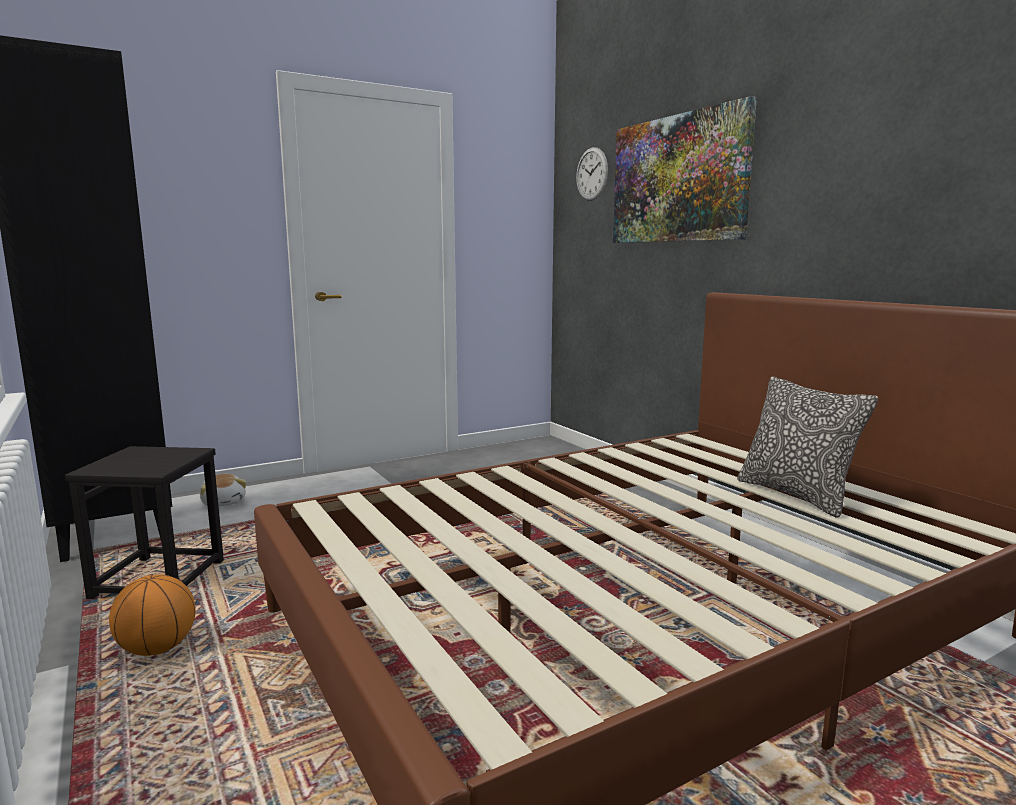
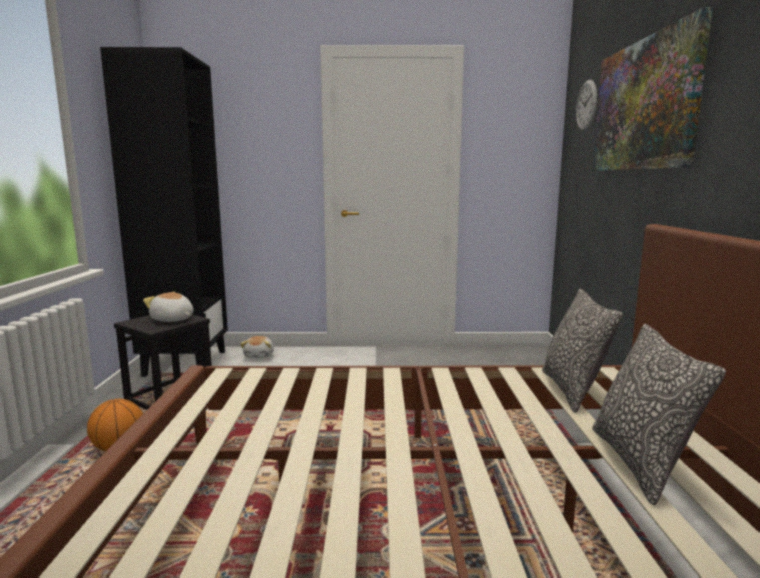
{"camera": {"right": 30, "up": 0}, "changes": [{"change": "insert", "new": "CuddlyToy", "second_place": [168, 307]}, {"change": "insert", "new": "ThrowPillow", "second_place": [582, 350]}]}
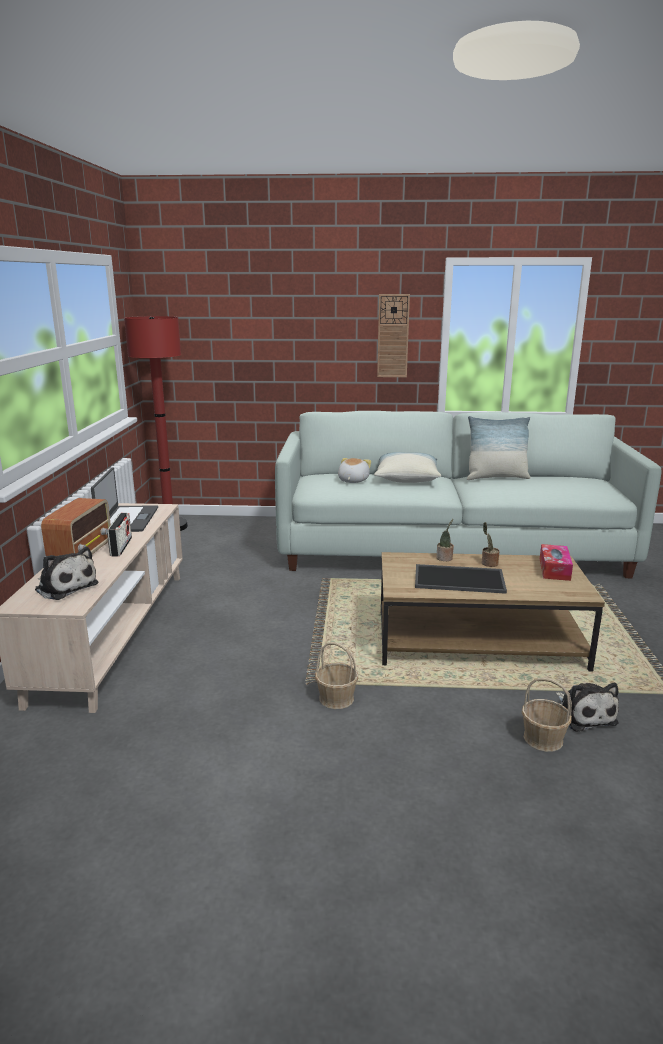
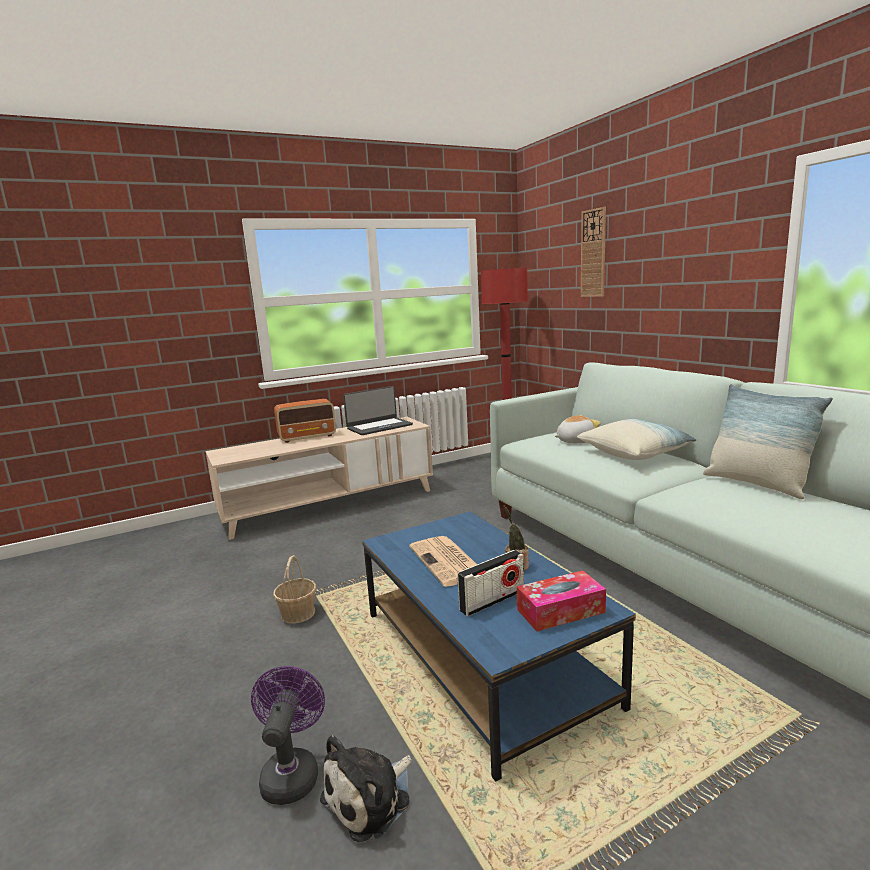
{"camera": {"right": 60, "up": -5}, "changes": [{"change": "delete", "old": "CuddlyToy", "first_place": [67, 573]}, {"change": "move", "old": "Radio", "first_place": [119, 534], "second_place": [490, 583]}, {"change": "move", "old": "HangingClock", "first_place": [393, 335], "second_place": [593, 252]}, {"change": "recolor", "old": "BrownishLowTable", "new": "BlueColouredLowTable", "first_place": [493, 611], "second_place": [499, 647]}, {"change": "replace", "old": "ServingTray", "new": "PrintedPaper", "first_place": [461, 579], "second_place": [443, 561]}, {"change": "delete", "old": "Houseplant", "first_place": [445, 540]}, {"change": "replace", "old": "Basket", "new": "PurplishCoolingFan", "first_place": [547, 714], "second_place": [288, 735]}]}
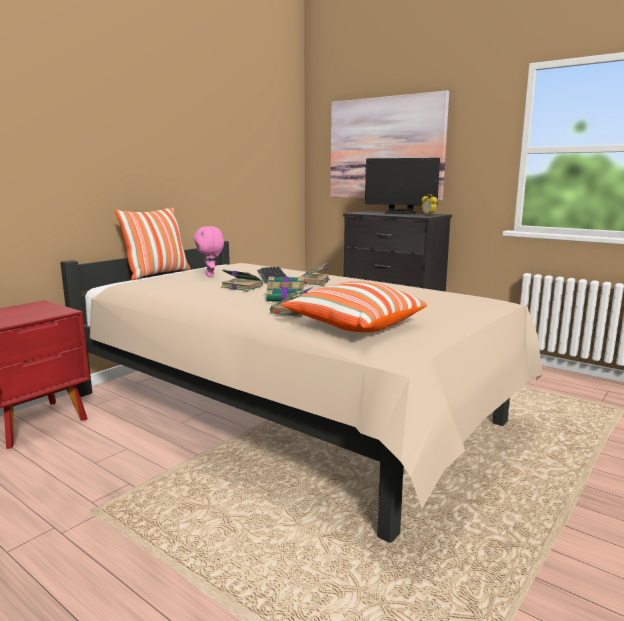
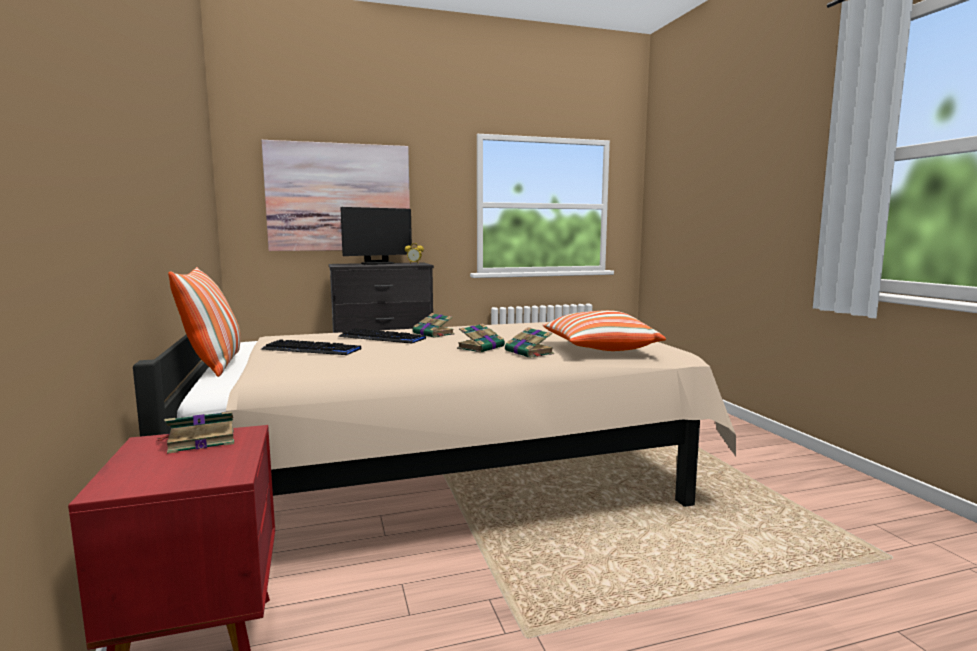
{"camera": {"right": -55, "up": -5}, "changes": [{"change": "replace", "old": "PinkishCuddlyToy", "new": "ComputerKeyboard", "first_place": [209, 251], "second_place": [311, 347]}, {"change": "move", "old": "Volume", "first_place": [242, 280], "second_place": [195, 432]}]}
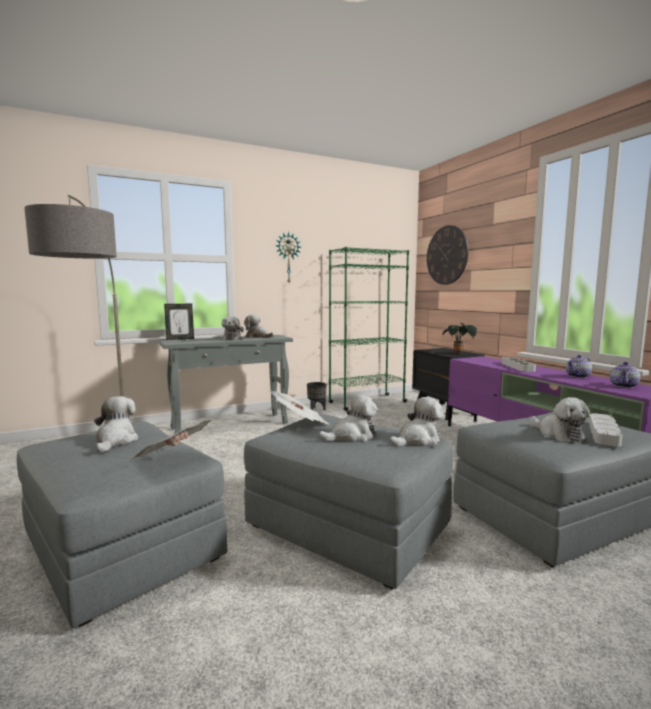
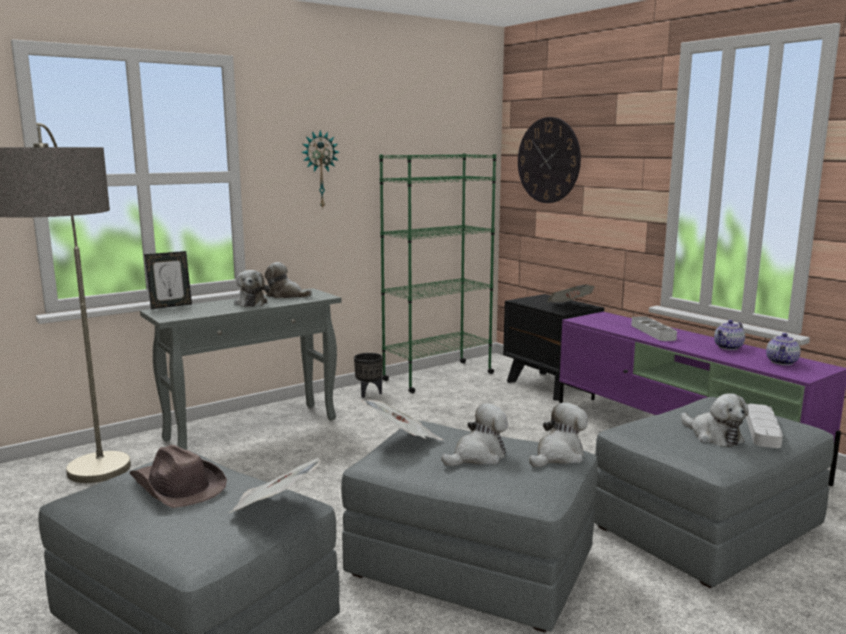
{"camera": {"right": -10, "up": 5}, "changes": [{"change": "replace", "old": "CuddlyToy", "new": "BrownishWearableHat", "first_place": [116, 424], "second_place": [178, 476]}, {"change": "replace", "old": "Houseplant", "new": "PrintedPaper", "first_place": [460, 338], "second_place": [571, 293]}]}
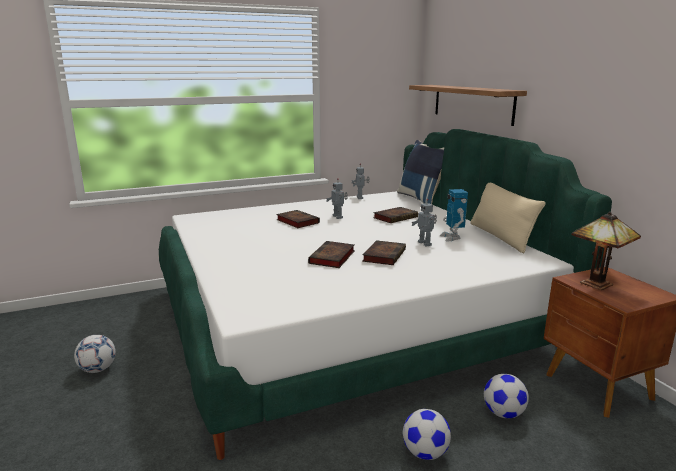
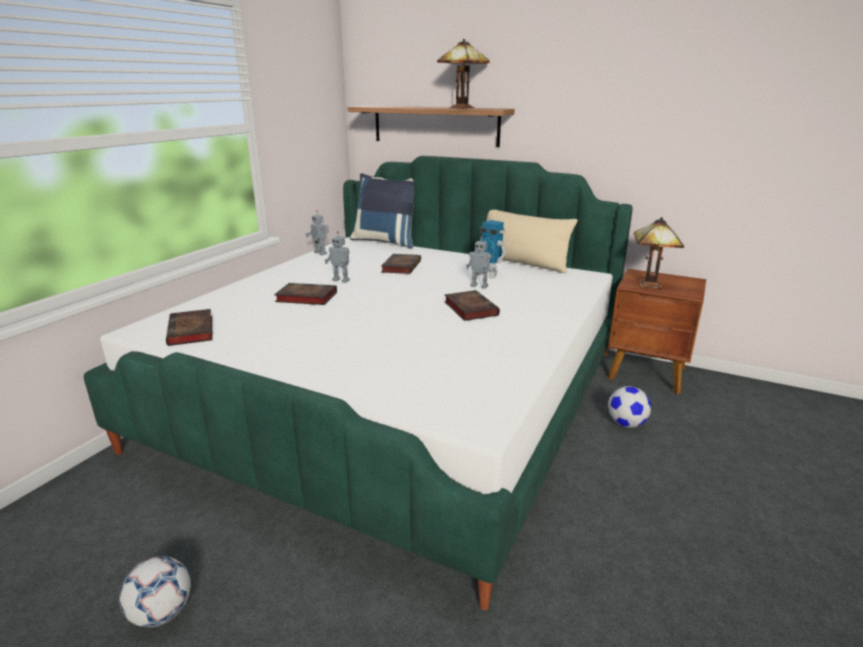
{"camera": {"right": -40, "up": 5}, "changes": [{"change": "move", "old": "Volume", "first_place": [331, 254], "second_place": [189, 327]}, {"change": "delete", "old": "Football", "first_place": [427, 434]}, {"change": "insert", "new": "LampForATable", "second_place": [463, 74]}]}
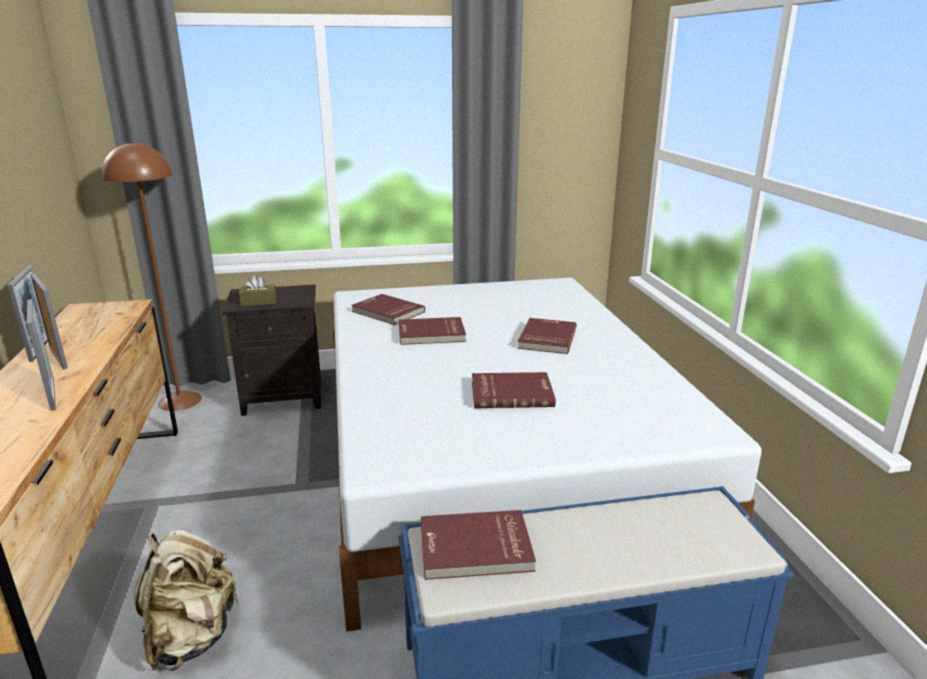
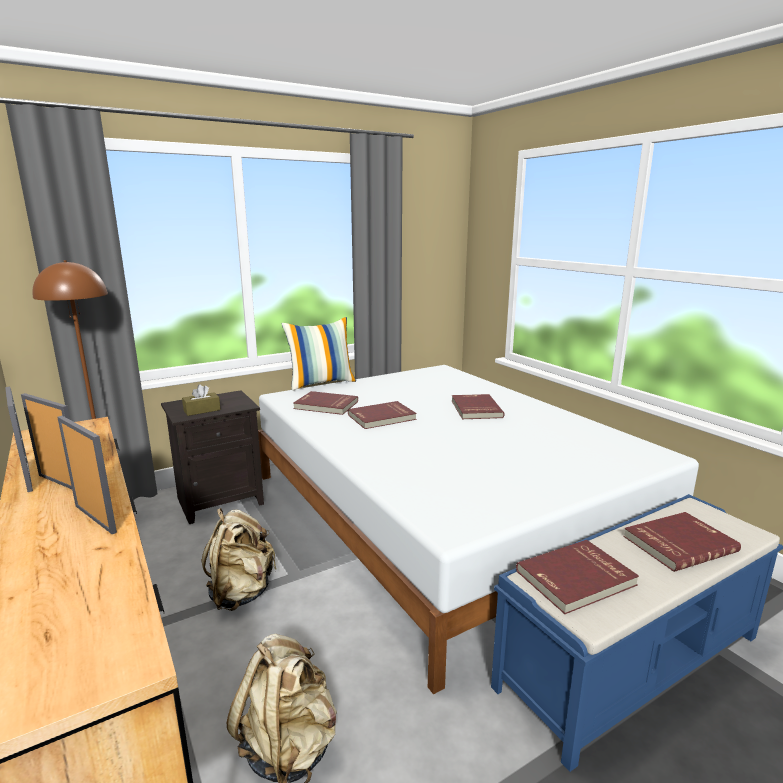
{"camera": {"right": -20, "up": -5}, "changes": [{"change": "move", "old": "RedColouredVolume", "first_place": [514, 390], "second_place": [682, 542]}, {"change": "insert", "new": "BeigeBackpack", "second_place": [239, 559]}, {"change": "insert", "new": "ThrowPillow", "second_place": [318, 354]}]}
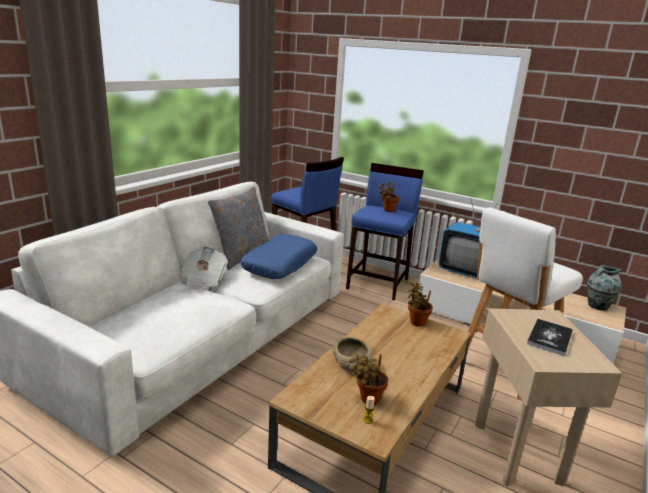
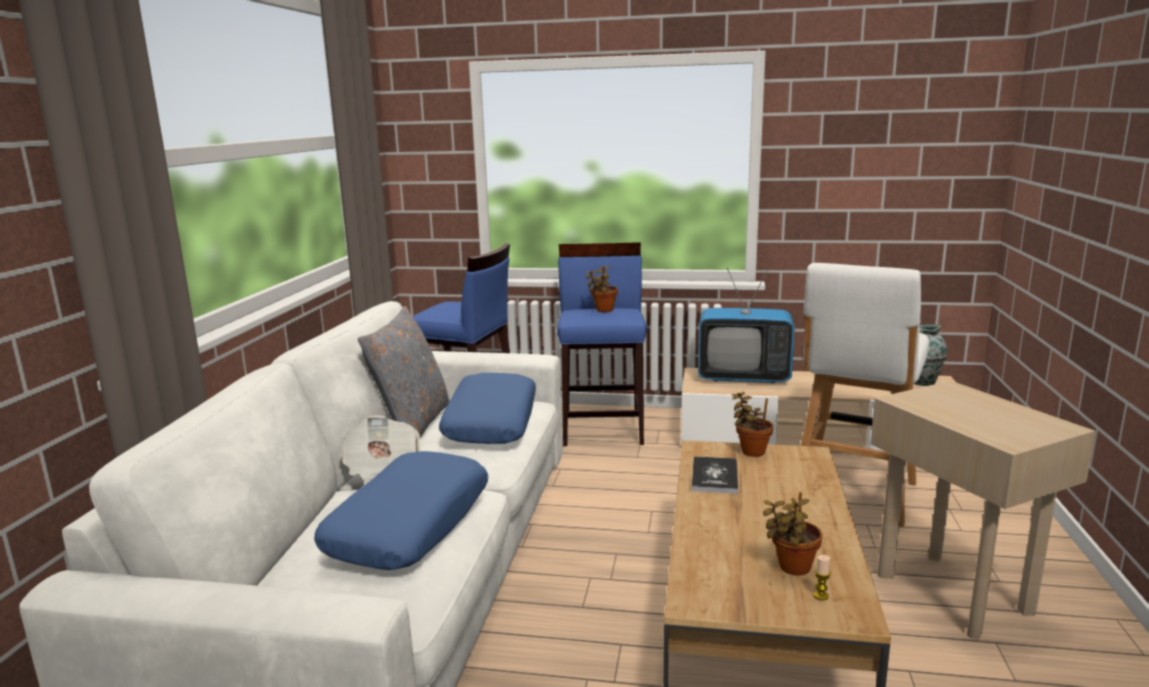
{"camera": {"right": -20, "up": -5}, "changes": [{"change": "delete", "old": "BeigeBowl", "first_place": [352, 354]}, {"change": "move", "old": "Volume", "first_place": [550, 337], "second_place": [715, 475]}, {"change": "insert", "new": "BlueColouredThrowPillow", "second_place": [401, 510]}]}
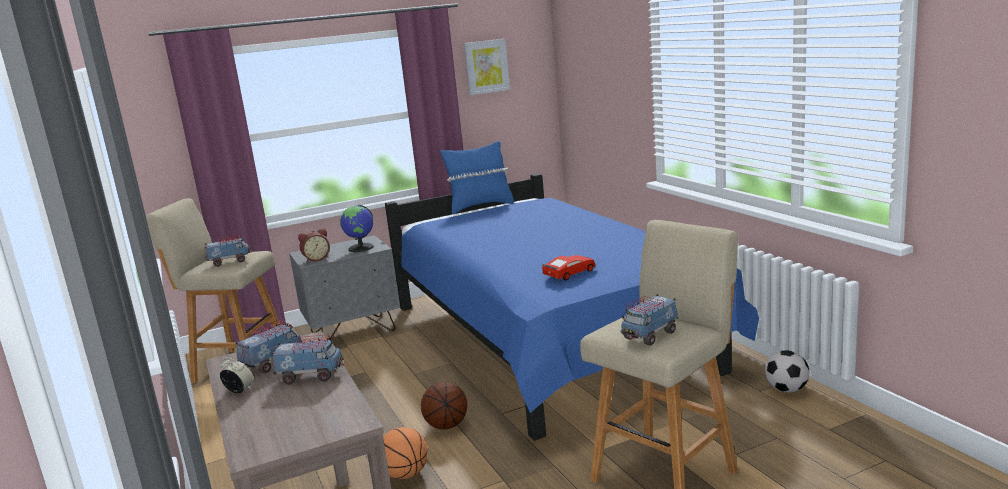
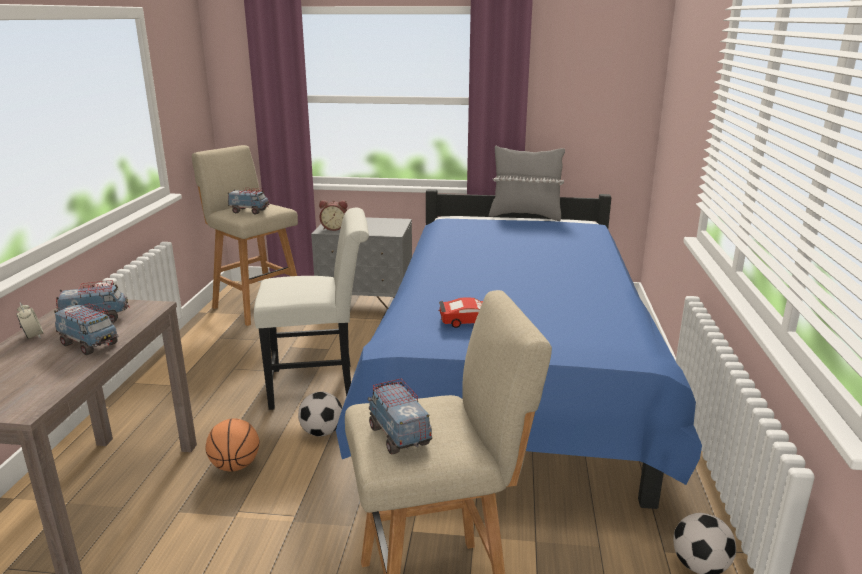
{"camera": {"right": 30, "up": 5}, "changes": [{"change": "delete", "old": "Globe", "first_place": [357, 228]}, {"change": "replace", "old": "BallForBasketball", "new": "Football", "first_place": [444, 406], "second_place": [320, 414]}, {"change": "recolor", "old": "BlueColouredThrowPillow", "new": "GreyThrowPillow", "first_place": [477, 177], "second_place": [527, 183]}, {"change": "delete", "old": "WallArt", "first_place": [487, 67]}, {"change": "rotate", "old": "ToyTruck", "first_place": [649, 320], "second_place": [400, 416], "degrees": 75}, {"change": "insert", "new": "WhiteColouredUprightChair", "second_place": [311, 309]}]}
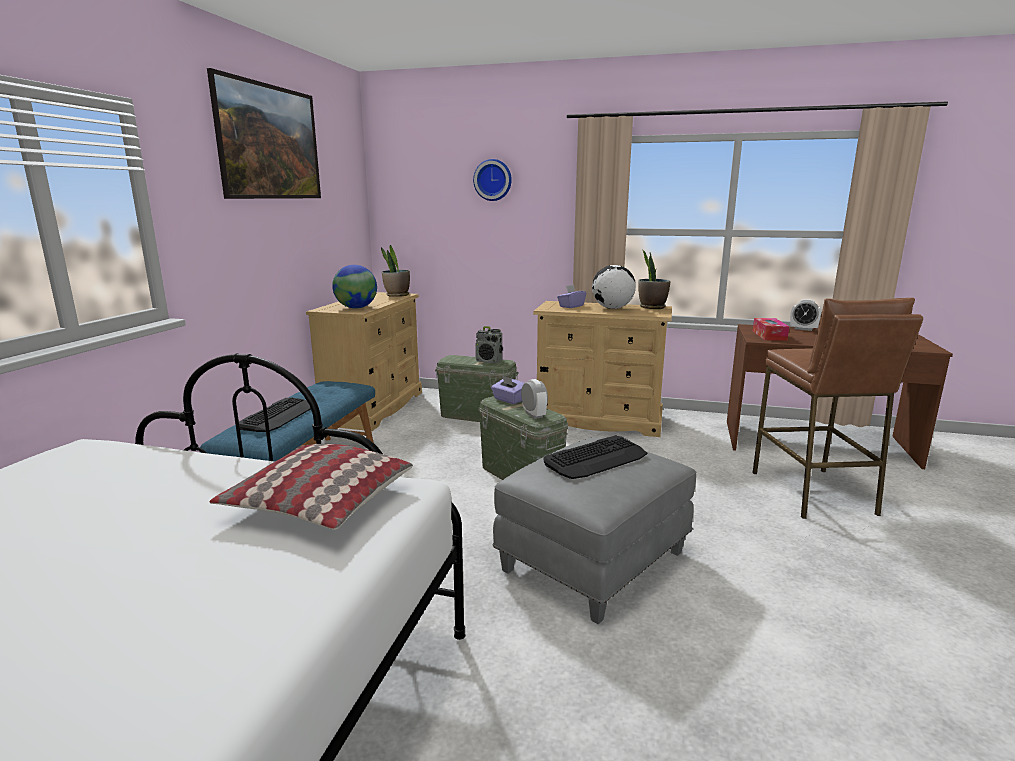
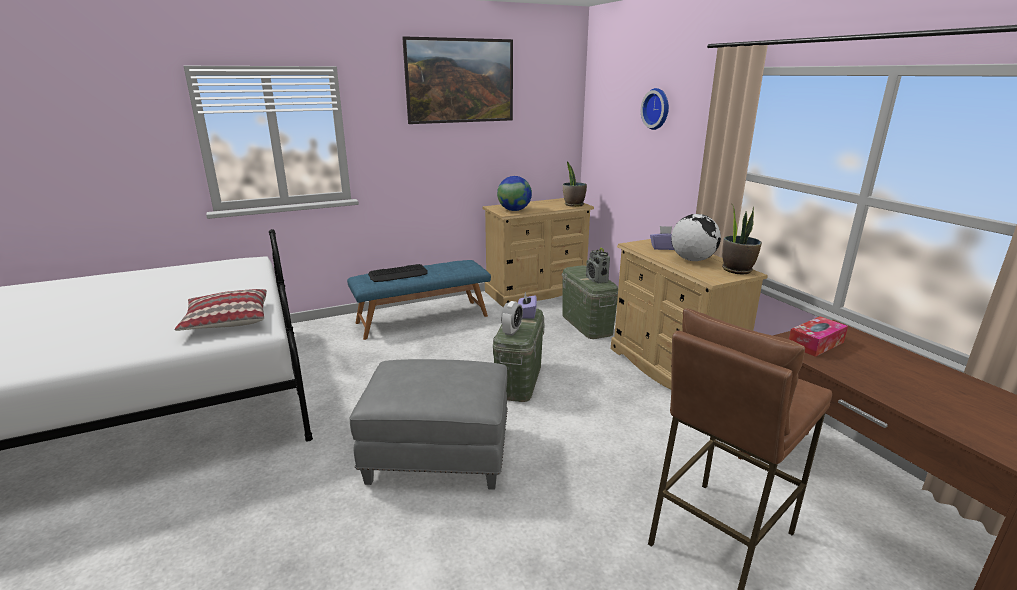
{"camera": {"right": 50, "up": 5}, "changes": [{"change": "delete", "old": "ComputerKeyboard", "first_place": [595, 457]}, {"change": "delete", "old": "TableClock", "first_place": [805, 315]}]}
